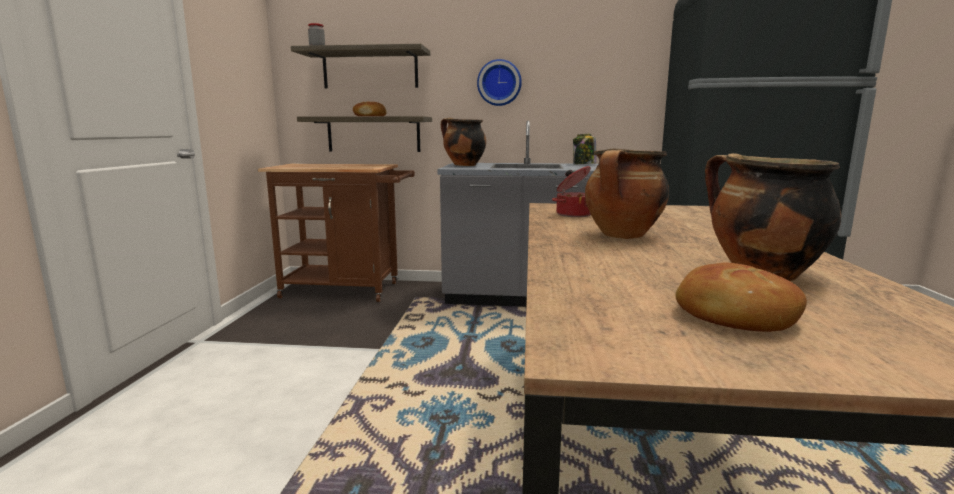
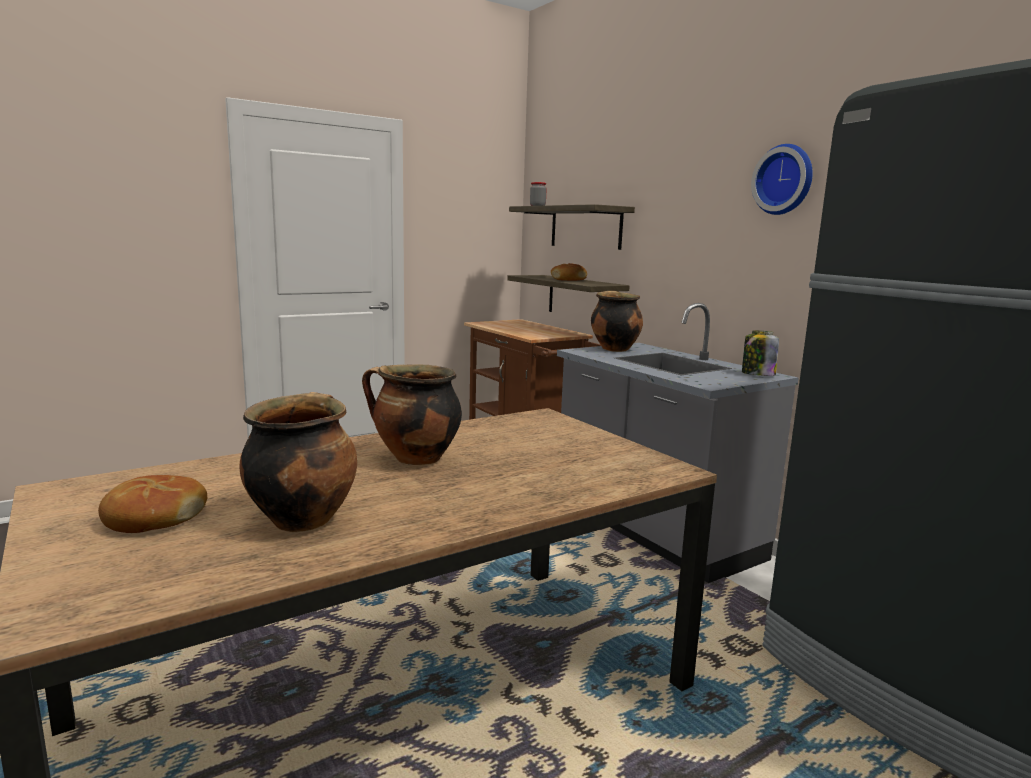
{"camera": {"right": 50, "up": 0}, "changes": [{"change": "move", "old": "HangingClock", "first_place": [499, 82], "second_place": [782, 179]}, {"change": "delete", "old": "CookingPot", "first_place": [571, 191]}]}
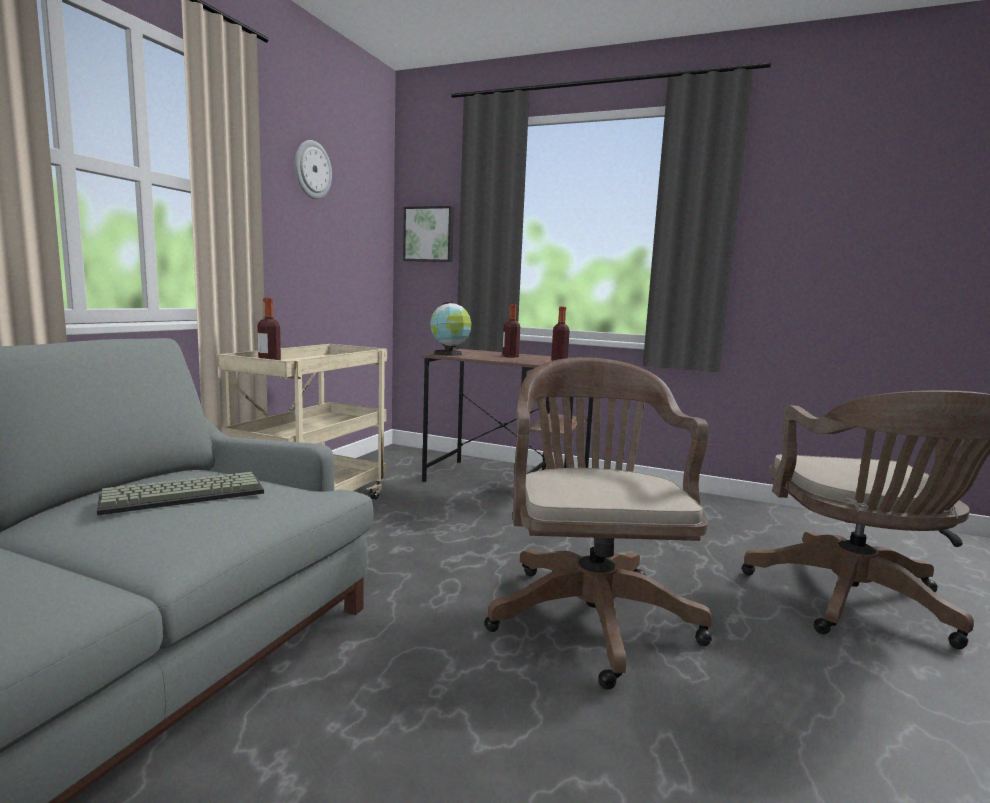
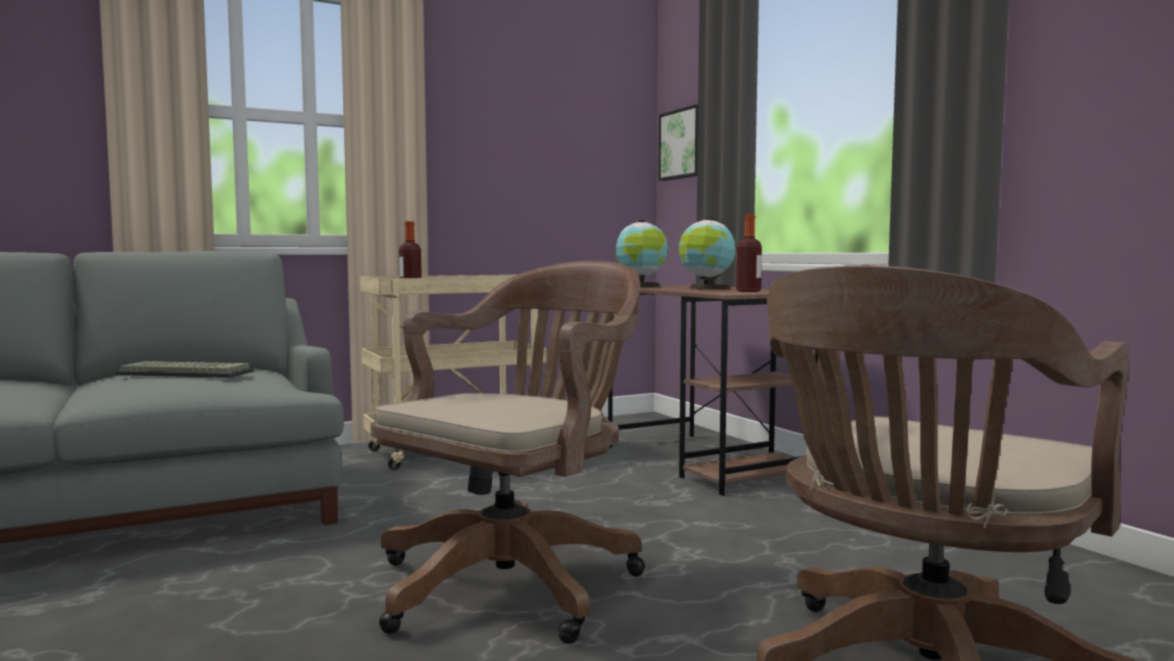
{"camera": {"right": 40, "up": -5}, "changes": [{"change": "delete", "old": "HangingClock", "first_place": [313, 169]}, {"change": "replace", "old": "BeverageBottle", "new": "Globe", "first_place": [511, 331], "second_place": [707, 253]}]}
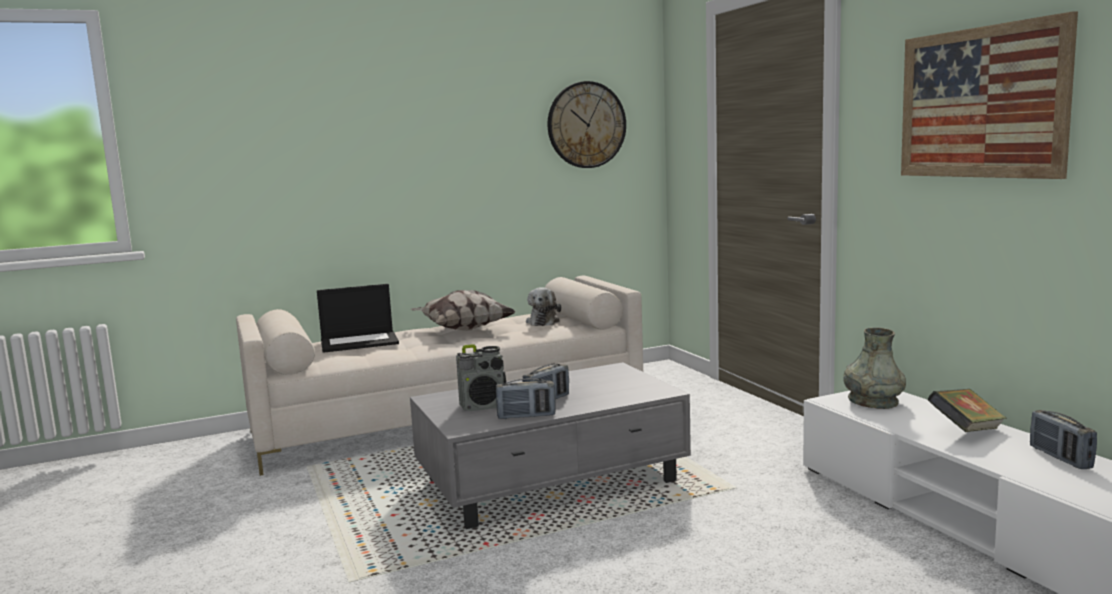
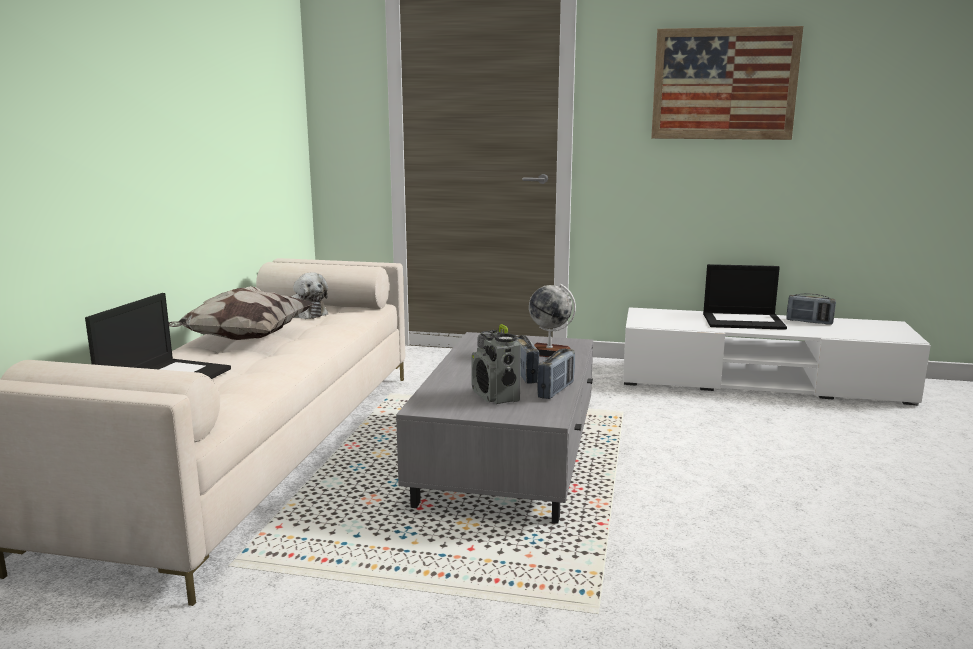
{"camera": {"right": -55, "up": 5}, "changes": [{"change": "rotate", "old": "Radio", "first_place": [481, 377], "second_place": [496, 364], "degrees": 135}, {"change": "delete", "old": "HangingClock", "first_place": [587, 124]}, {"change": "delete", "old": "GreyVase", "first_place": [874, 368]}, {"change": "replace", "old": "Volume", "new": "PortableComputer", "first_place": [967, 410], "second_place": [745, 297]}, {"change": "insert", "new": "Globe", "second_place": [552, 320]}]}
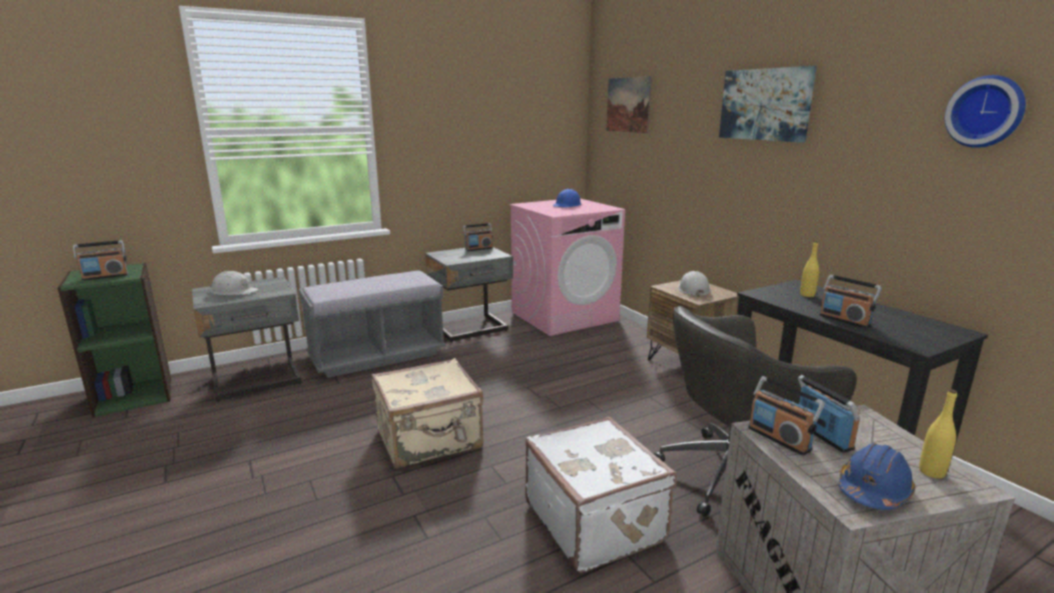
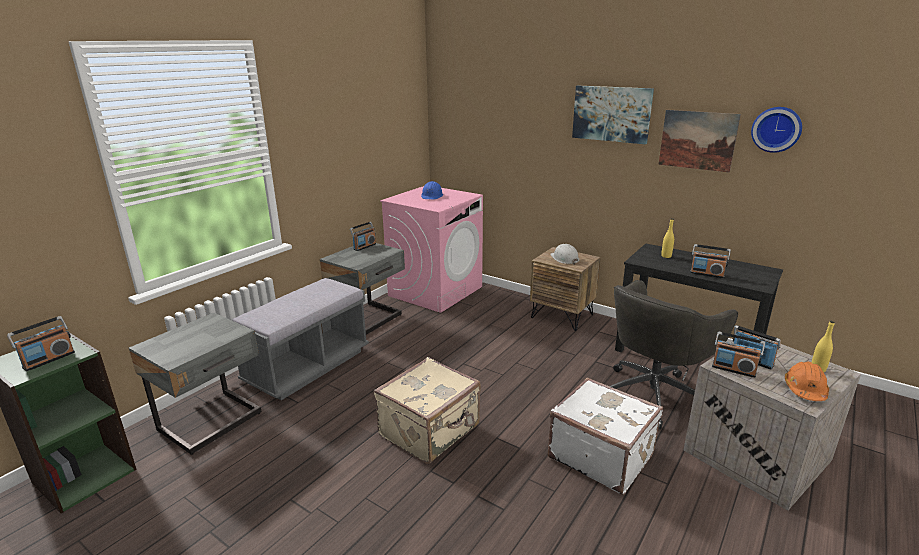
{"camera": {"right": -25, "up": 5}, "changes": [{"change": "delete", "old": "WhiteColouredHardHat", "first_place": [234, 283]}, {"change": "move", "old": "WallArt", "first_place": [629, 104], "second_place": [699, 141]}, {"change": "recolor", "old": "BlueColouredHardHat", "new": "OrangeColouredHardHat", "first_place": [877, 476], "second_place": [807, 381]}]}
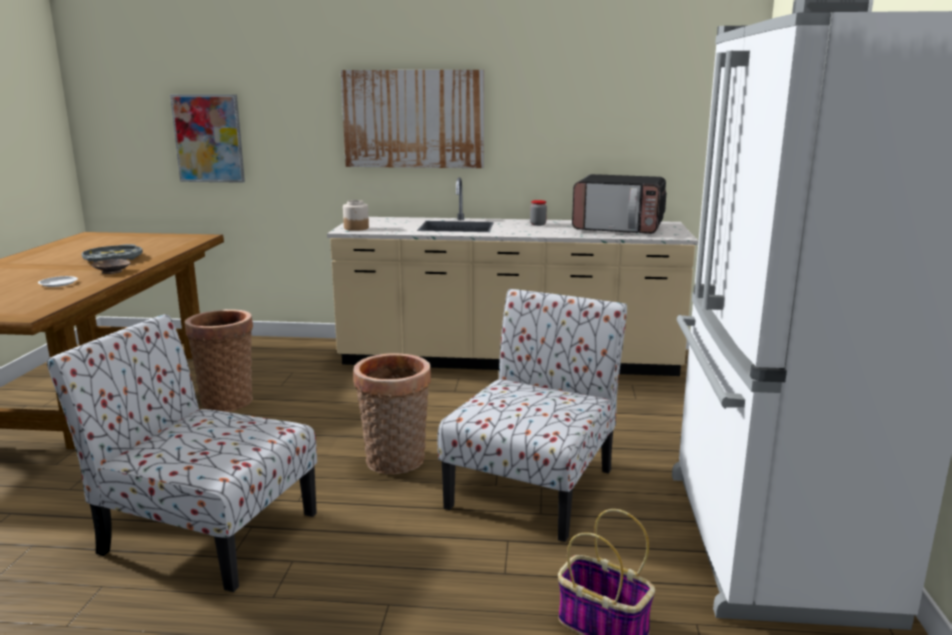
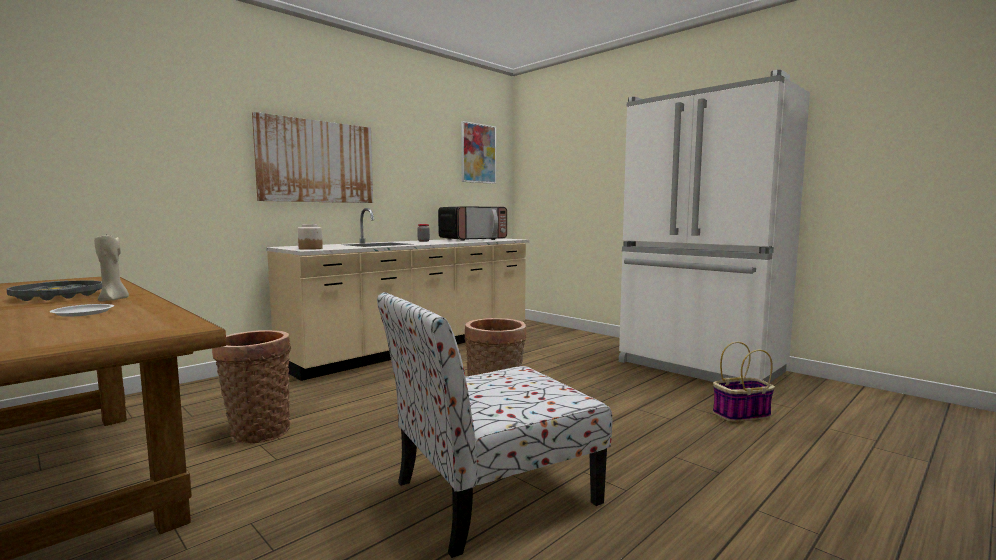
{"camera": {"right": -50, "up": -10}, "changes": [{"change": "replace", "old": "BrownishBowl", "new": "BeigeWaxLight", "first_place": [111, 266], "second_place": [111, 267]}, {"change": "move", "old": "WallArt", "first_place": [207, 138], "second_place": [478, 152]}, {"change": "delete", "old": "UprightChair", "first_place": [532, 415]}]}
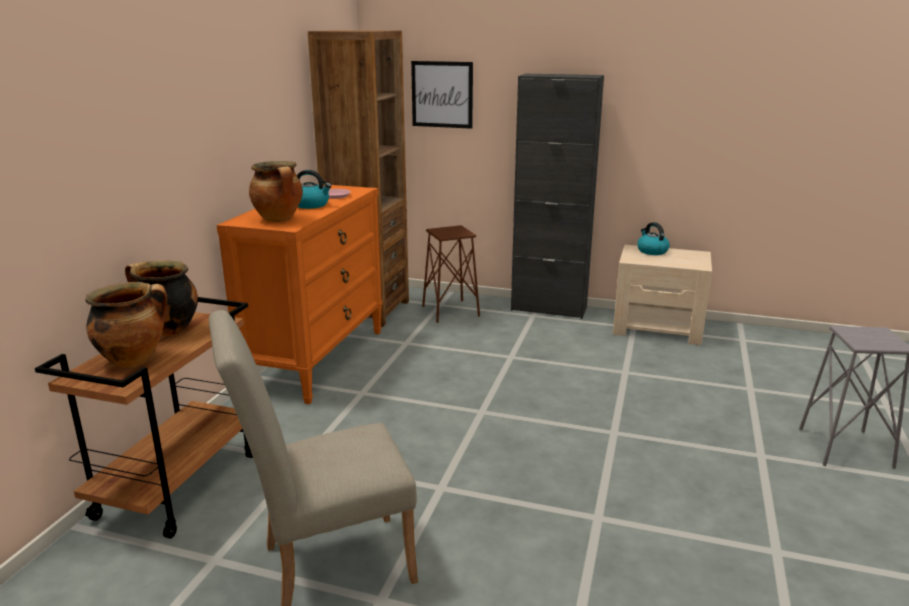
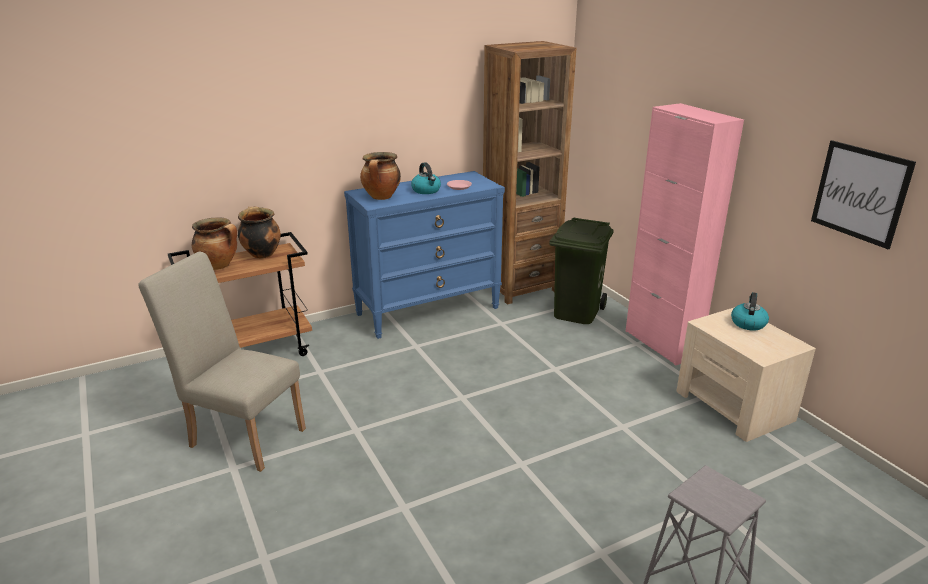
{"camera": {"right": 45, "up": 5}, "changes": [{"change": "recolor", "old": "OrangeColouredDrawerChest", "new": "BlueColouredDrawerChest", "first_place": [299, 294], "second_place": [424, 255]}, {"change": "move", "old": "WallArt", "first_place": [442, 95], "second_place": [863, 194]}, {"change": "replace", "old": "BrownishStoolSeat", "new": "GreenWasteBin", "first_place": [451, 274], "second_place": [581, 271]}, {"change": "recolor", "old": "BlackCupboard", "new": "PinkishCupboard", "first_place": [557, 196], "second_place": [684, 234]}]}
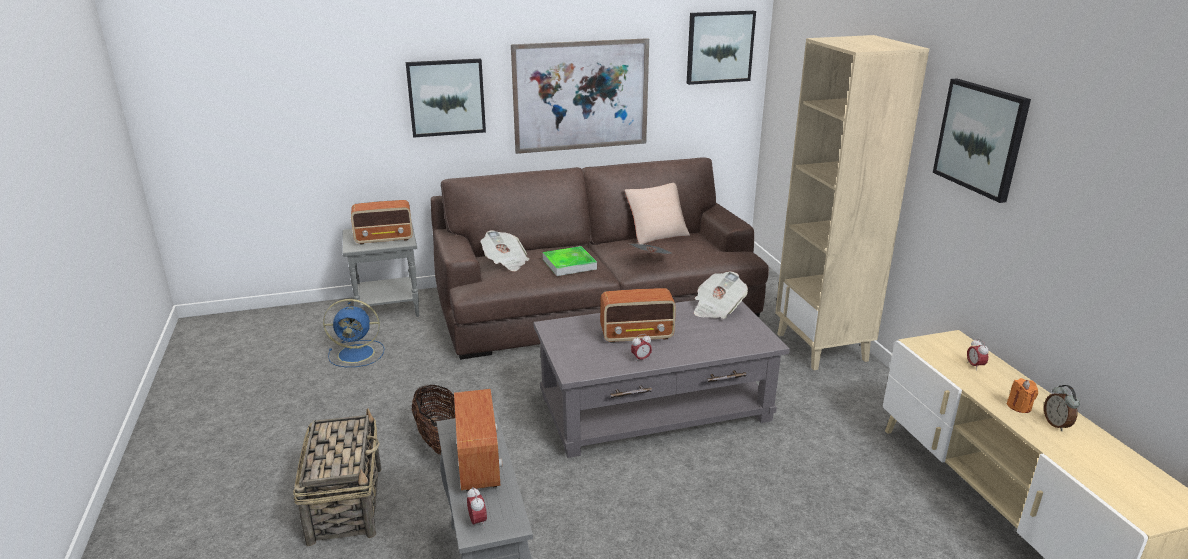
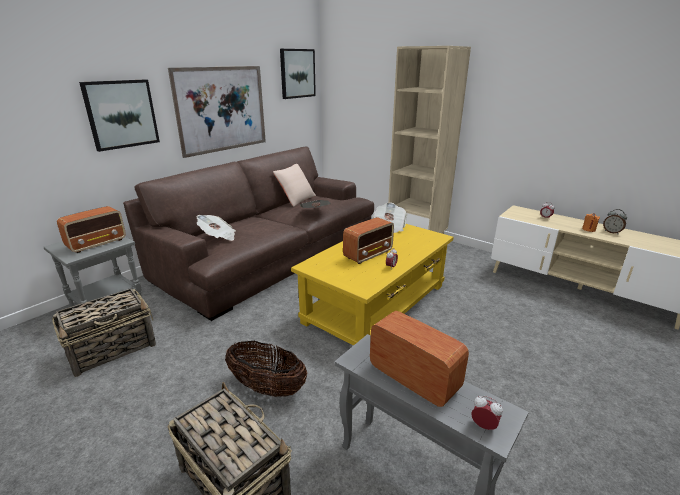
{"camera": {"right": -35, "up": 0}, "changes": [{"change": "replace", "old": "BlueColouredCoolingFan", "new": "Basket", "first_place": [354, 333], "second_place": [104, 332]}, {"change": "recolor", "old": "GreyLowTable", "new": "YellowishLowTable", "first_place": [662, 379], "second_place": [372, 285]}, {"change": "delete", "old": "ServingTray", "first_place": [570, 261]}, {"change": "delete", "old": "WallArt", "first_place": [982, 140]}]}
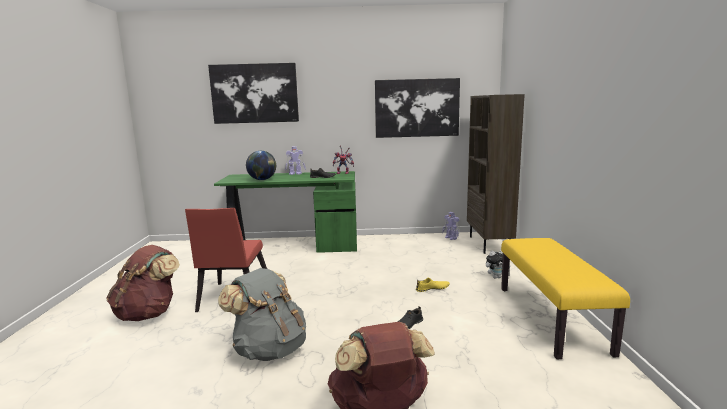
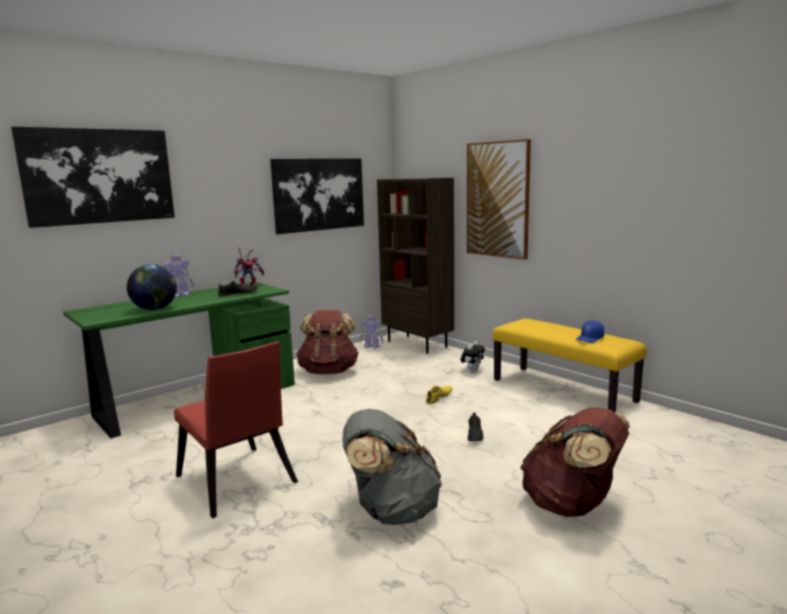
{"camera": {"right": -40, "up": 0}, "changes": [{"change": "move", "old": "BrownishBackpack", "first_place": [143, 283], "second_place": [327, 342]}, {"change": "insert", "new": "WallArt", "second_place": [499, 199]}, {"change": "insert", "new": "BlueColouredCap", "second_place": [590, 331]}]}
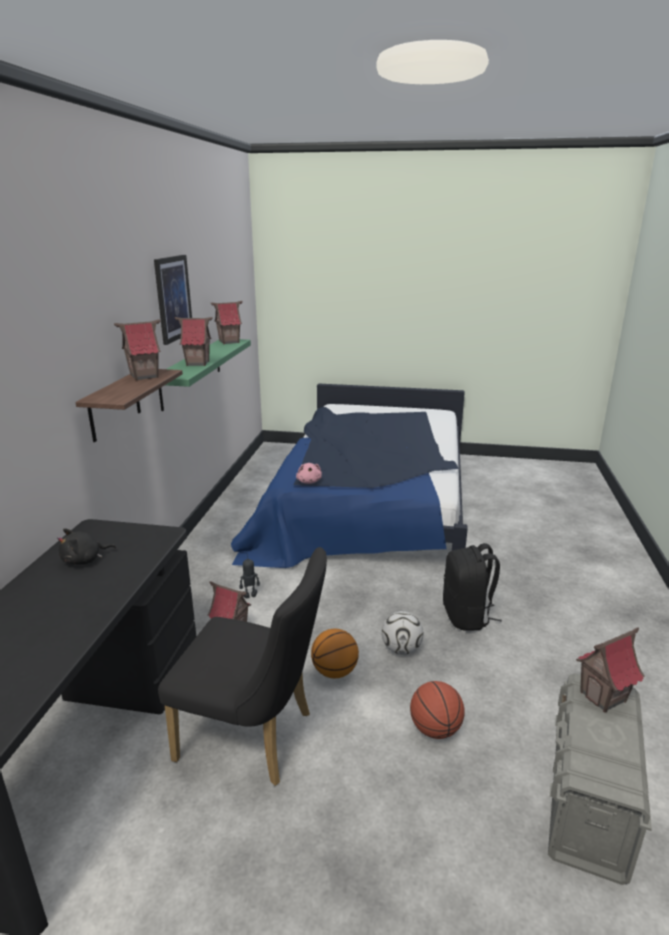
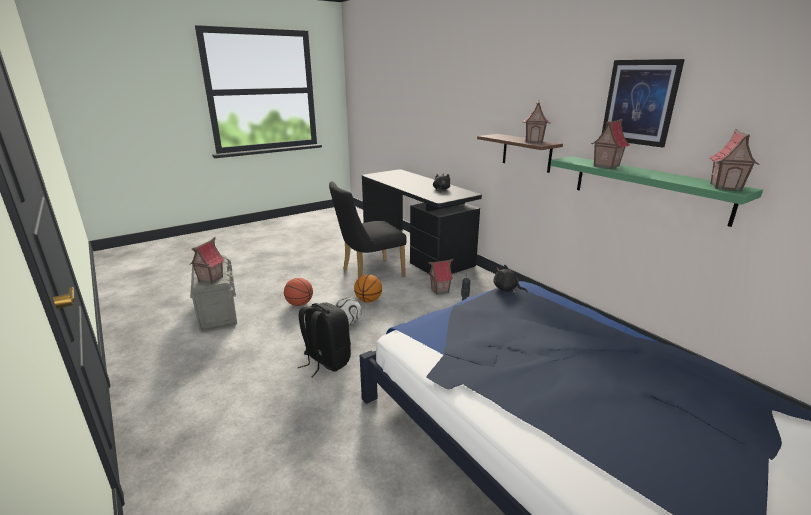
{"camera": {"right": 135, "up": 0}, "changes": [{"change": "recolor", "old": "PinkishCuddlyToy", "new": "BlackCuddlyToy", "first_place": [309, 473], "second_place": [511, 279]}]}
